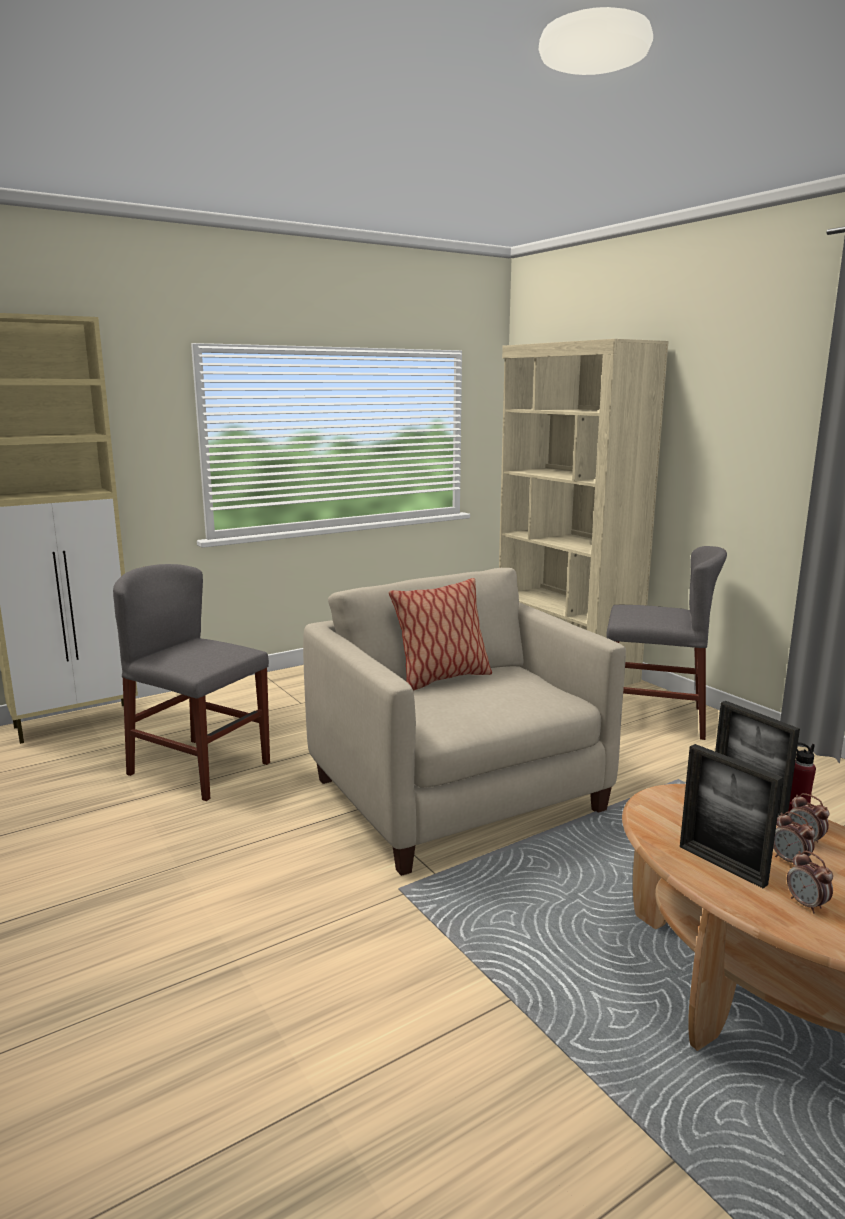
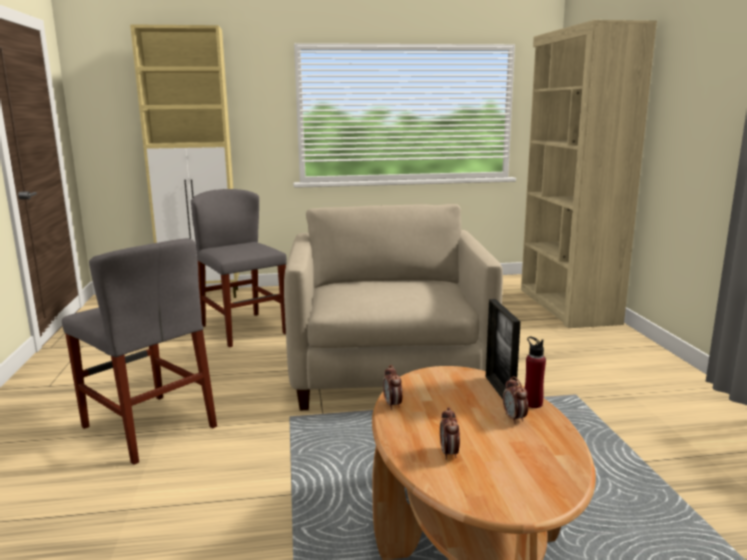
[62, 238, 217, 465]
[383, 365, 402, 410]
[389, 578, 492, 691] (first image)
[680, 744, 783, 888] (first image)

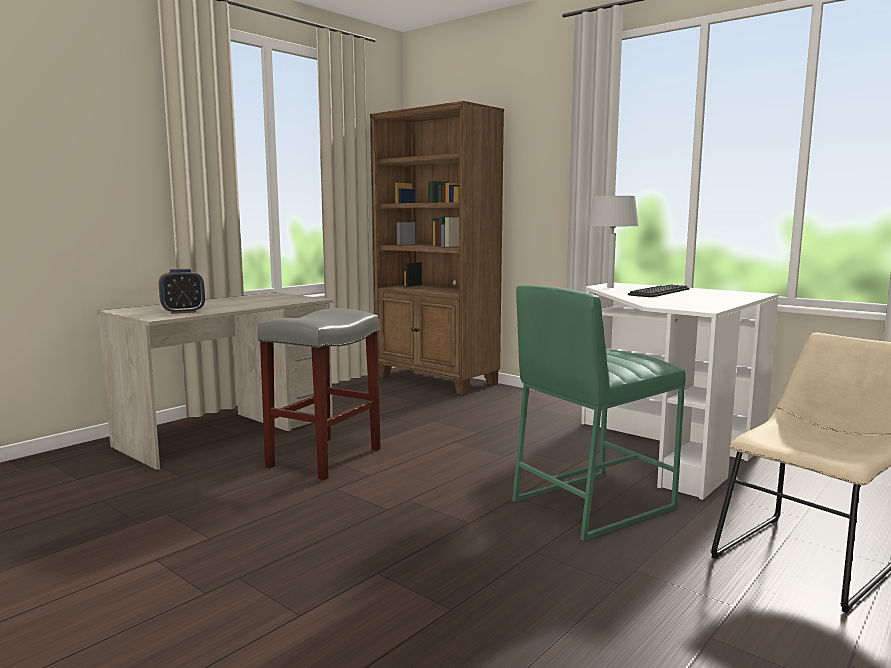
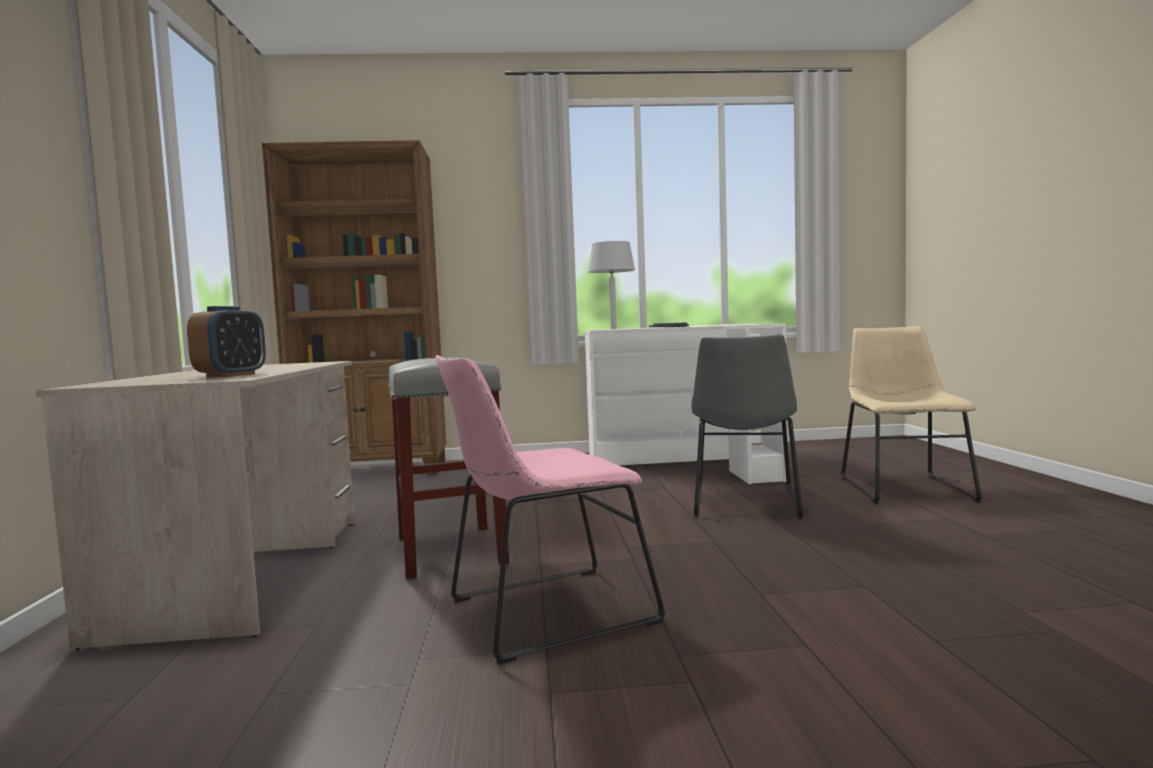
[436, 355, 666, 665]
[691, 335, 803, 519]

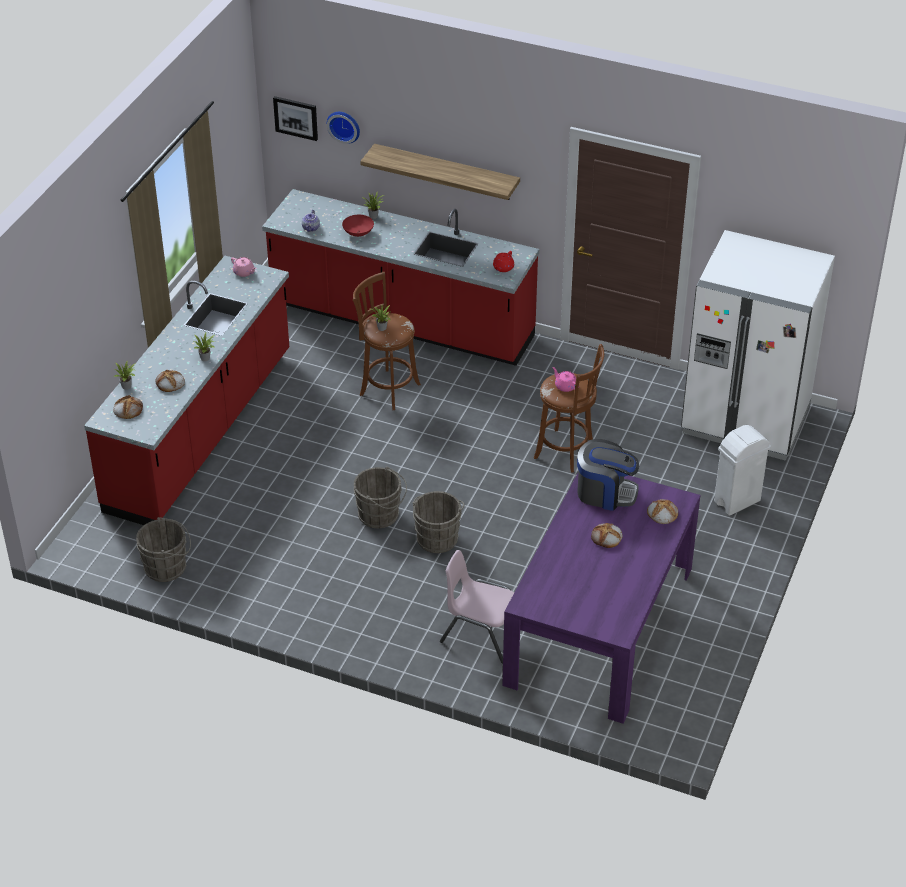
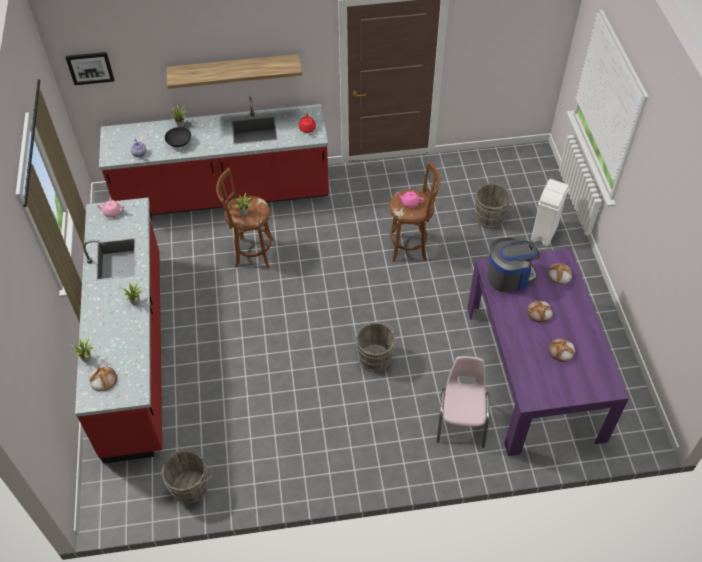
[165, 127, 191, 147]
[437, 356, 489, 448]
[475, 182, 514, 228]
[548, 339, 575, 362]
[327, 112, 360, 144] (first image)
[681, 230, 835, 461] (first image)

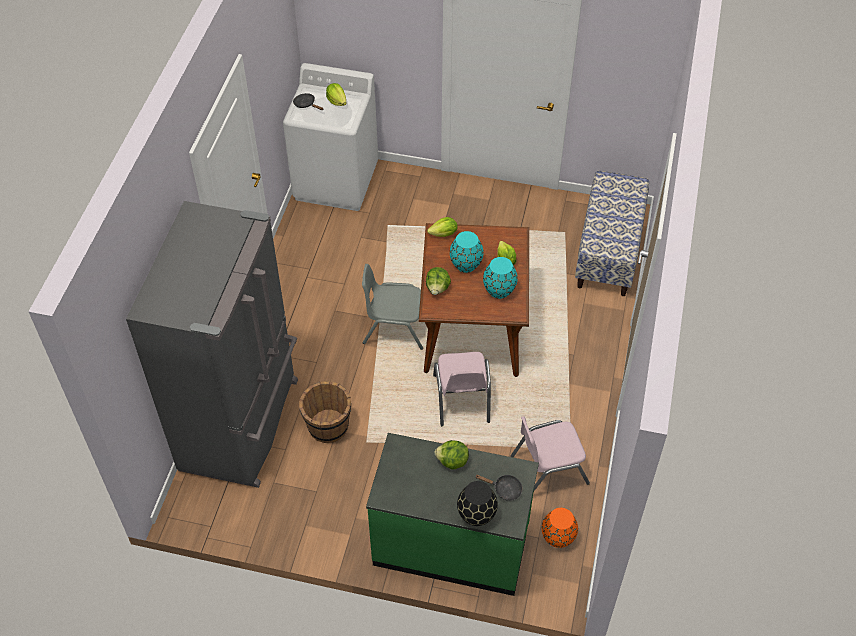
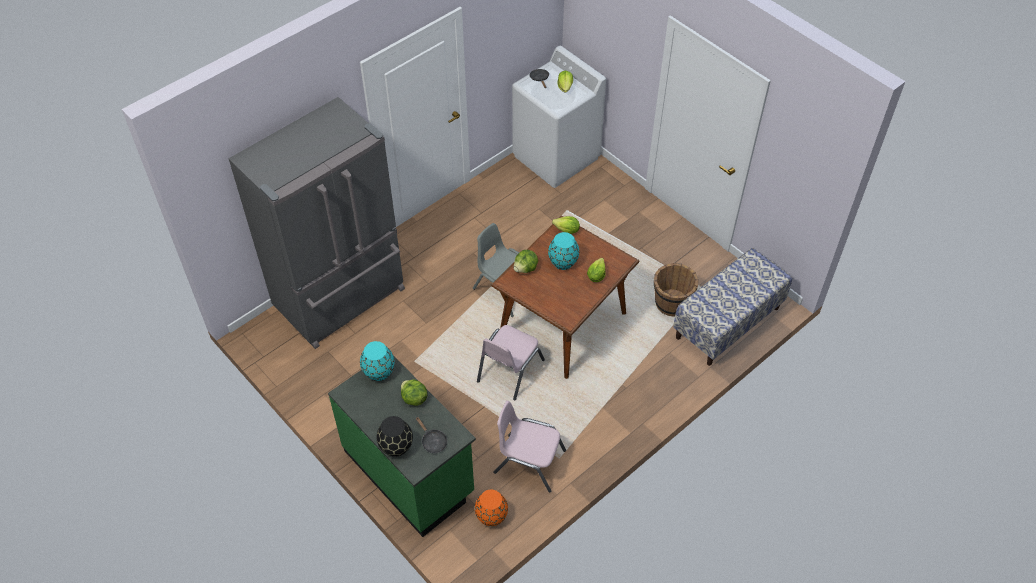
[360, 341, 394, 381]
[654, 263, 698, 317]

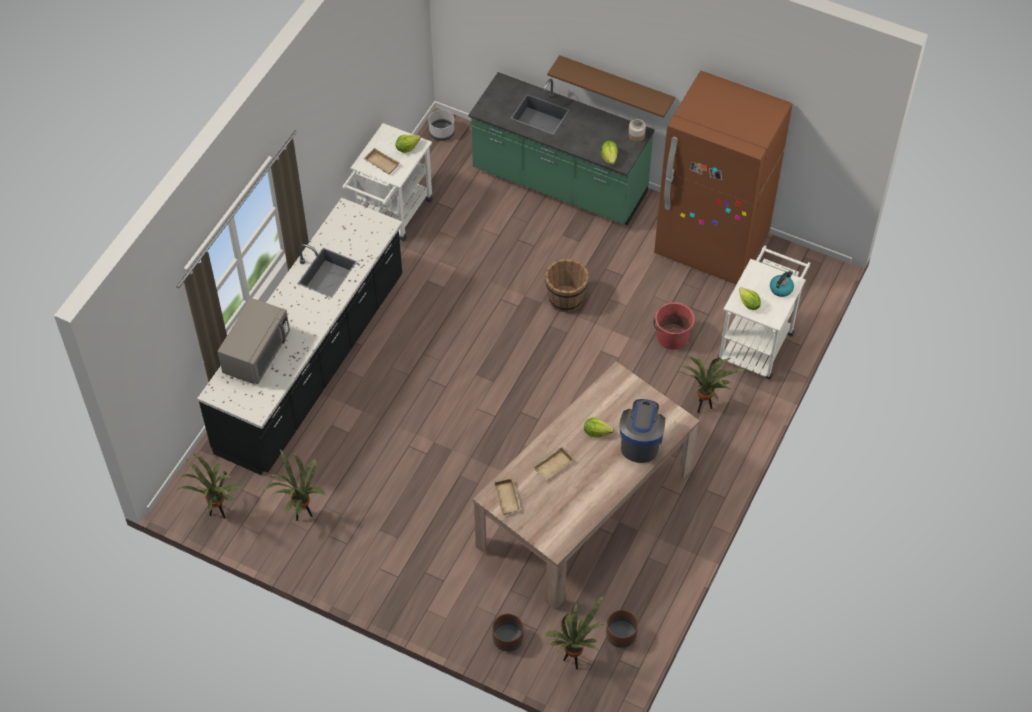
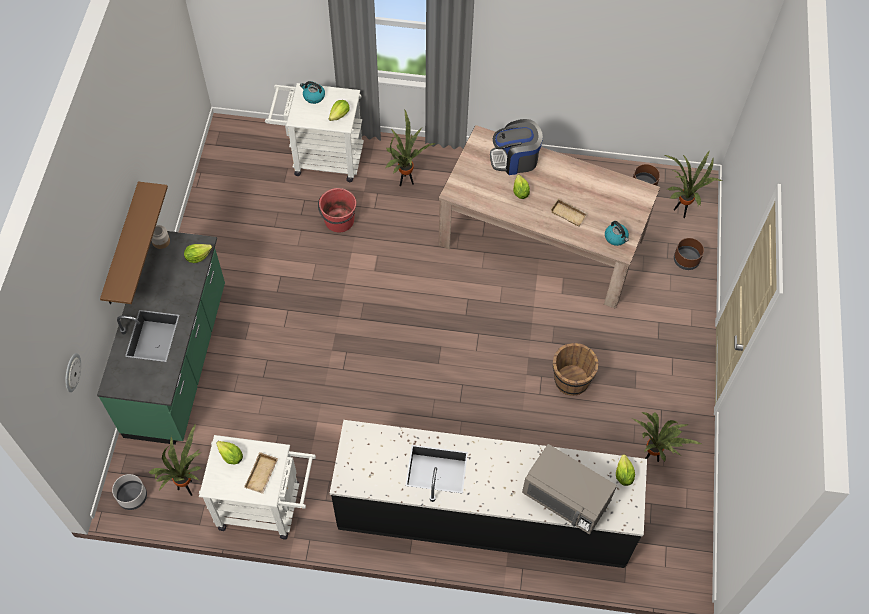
[65, 353, 81, 392]
[149, 423, 202, 496]
[522, 444, 617, 534]
[553, 343, 599, 396]
[605, 221, 629, 246]
[616, 455, 635, 486]
[654, 71, 792, 285] (first image)

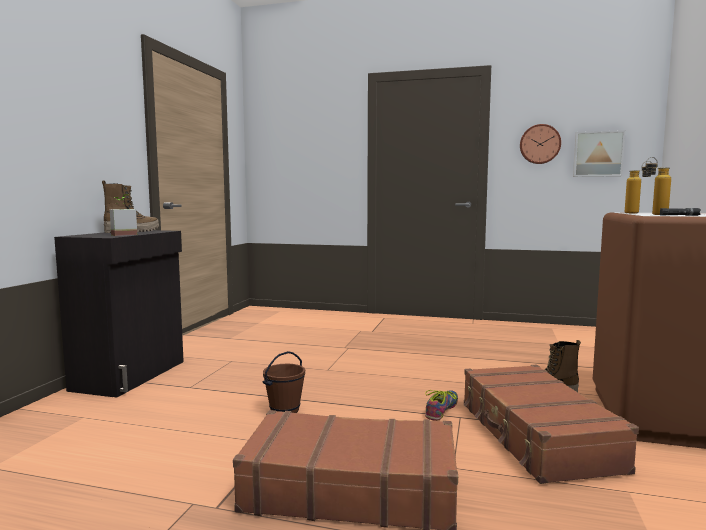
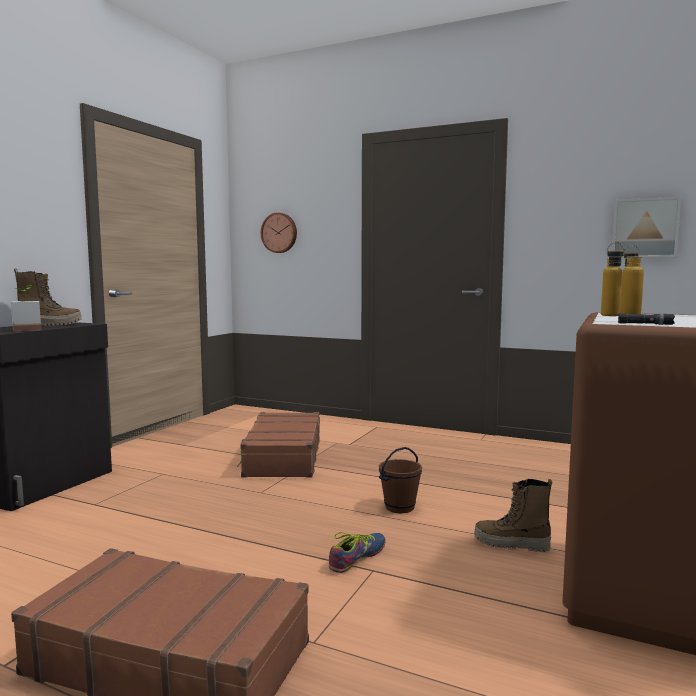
[237, 412, 320, 477]
[261, 212, 297, 253]
[379, 447, 422, 513]

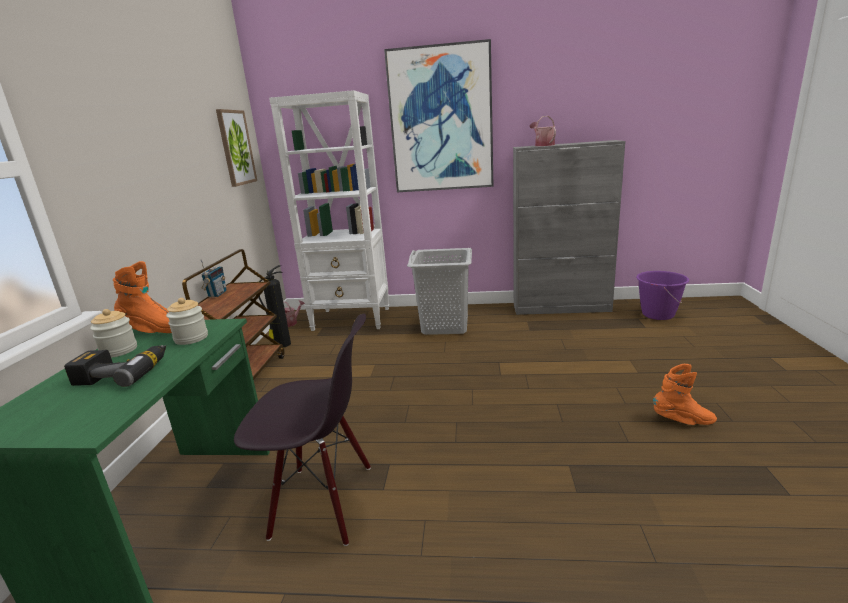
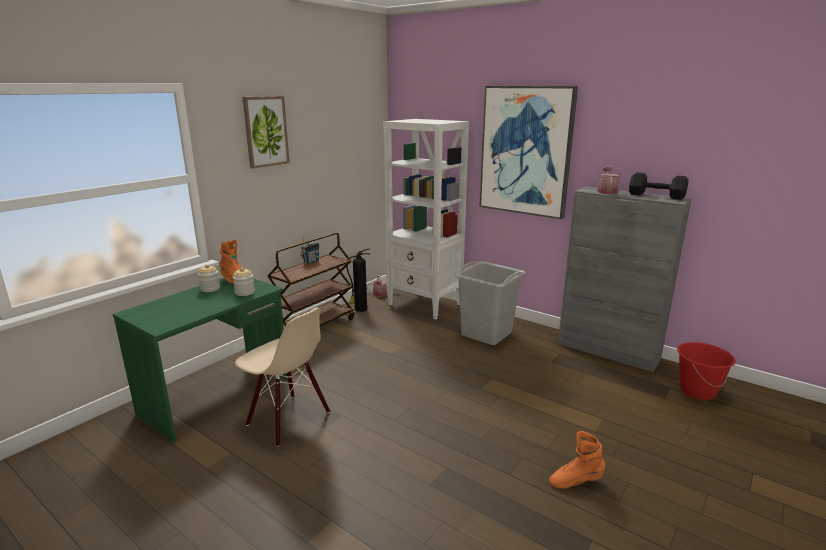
[235, 308, 330, 447]
[242, 96, 290, 169]
[549, 431, 606, 488]
[629, 172, 689, 200]
[677, 342, 736, 400]
[64, 345, 166, 387] (first image)

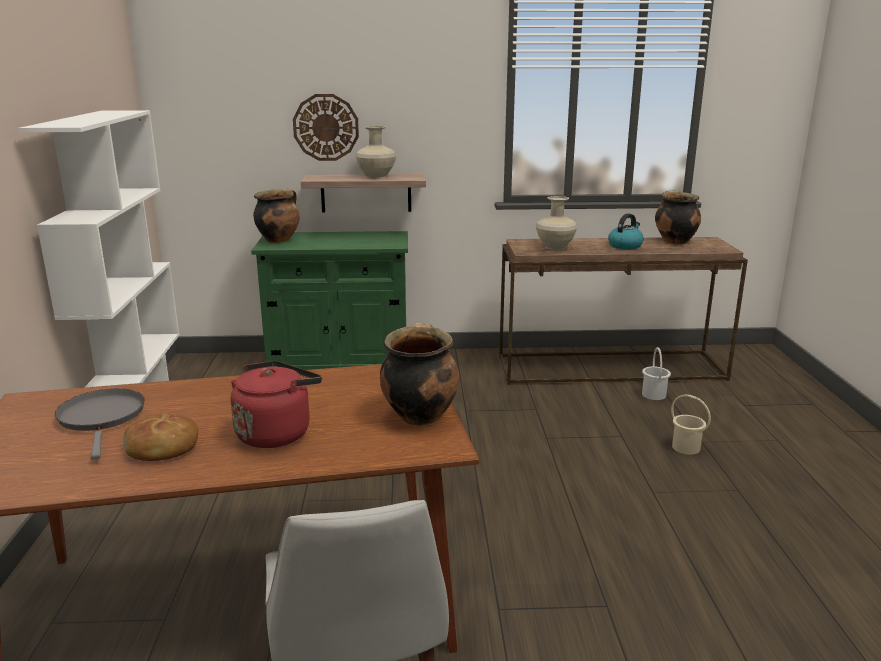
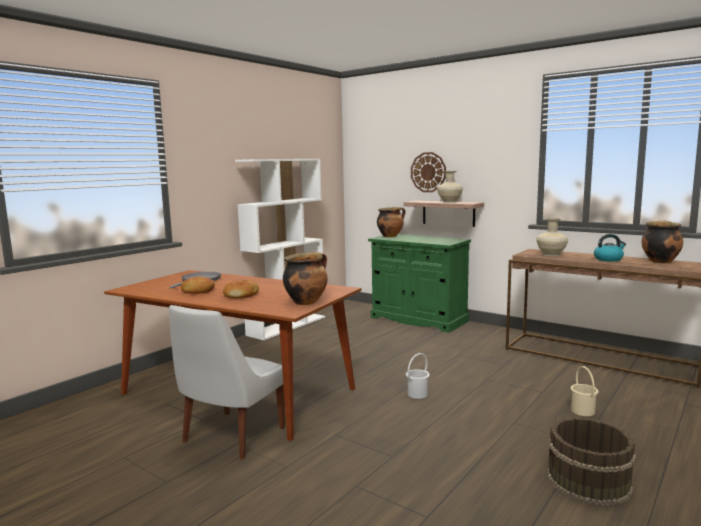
[223, 280, 259, 298]
[406, 353, 430, 399]
[547, 417, 636, 506]

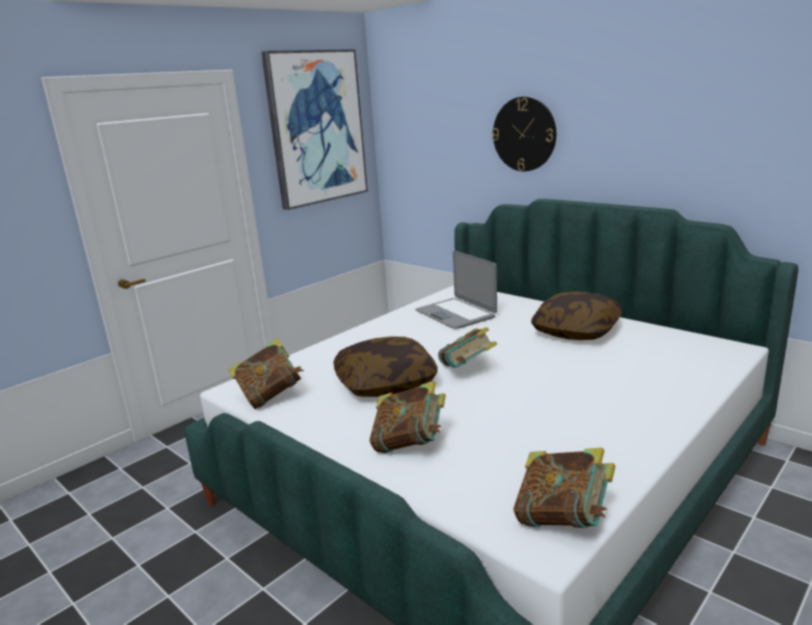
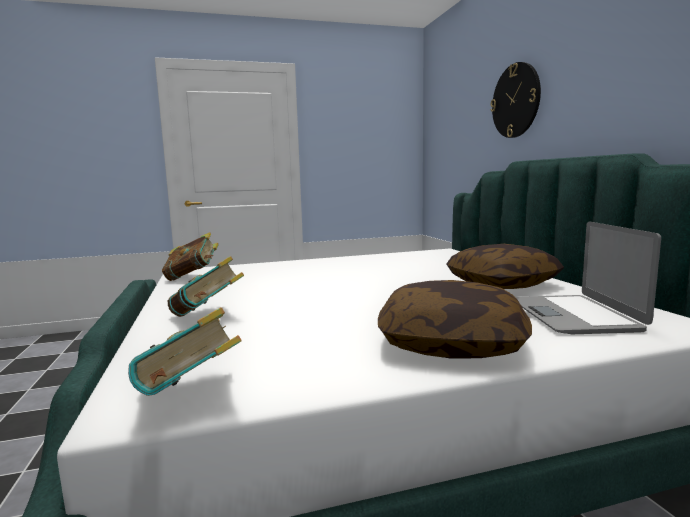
[378, 280, 532, 359]
[515, 222, 661, 334]
[261, 49, 368, 210] (first image)
[438, 327, 497, 368] (first image)

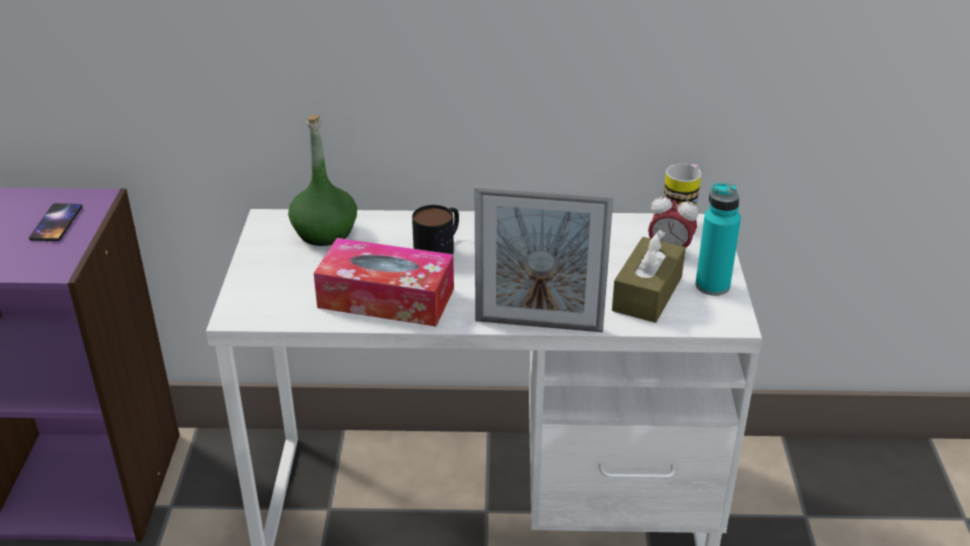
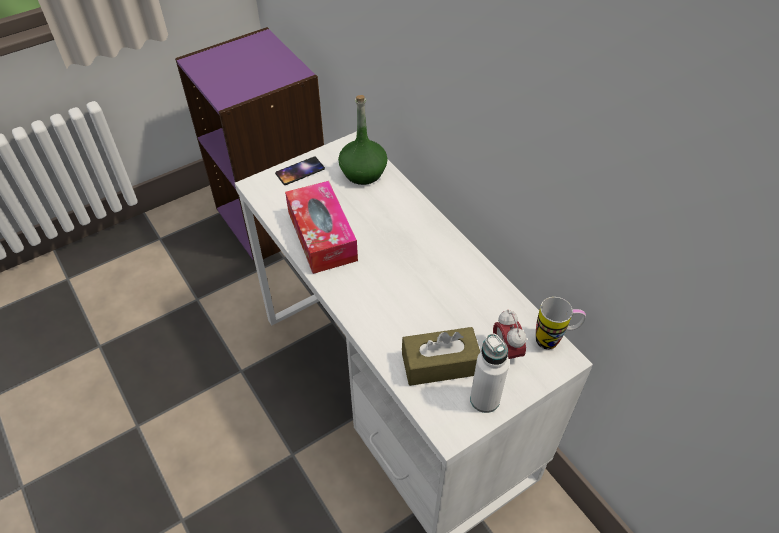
[275, 156, 325, 185]
[470, 333, 509, 413]
[412, 205, 459, 254] (first image)
[474, 184, 614, 332] (first image)

